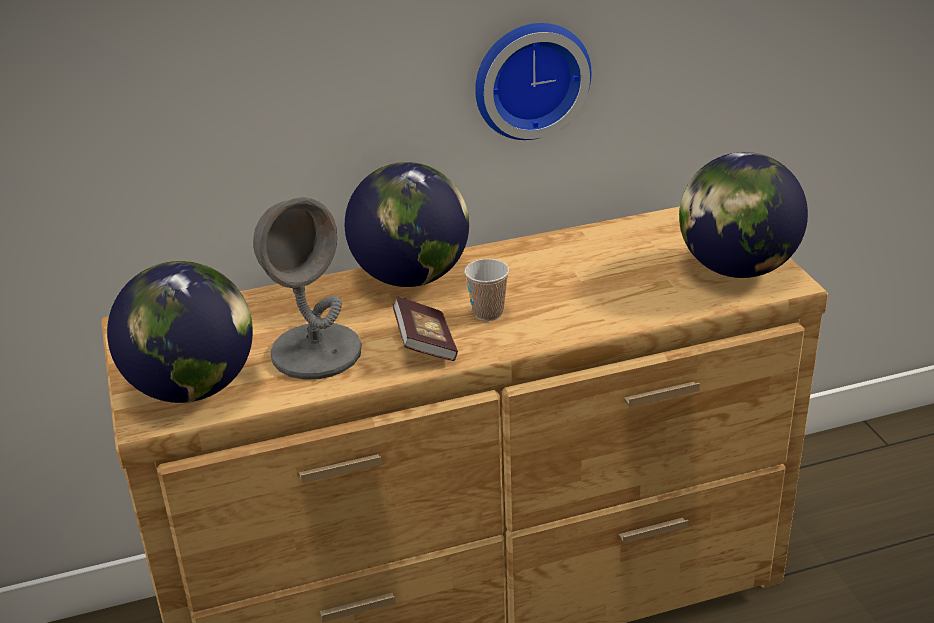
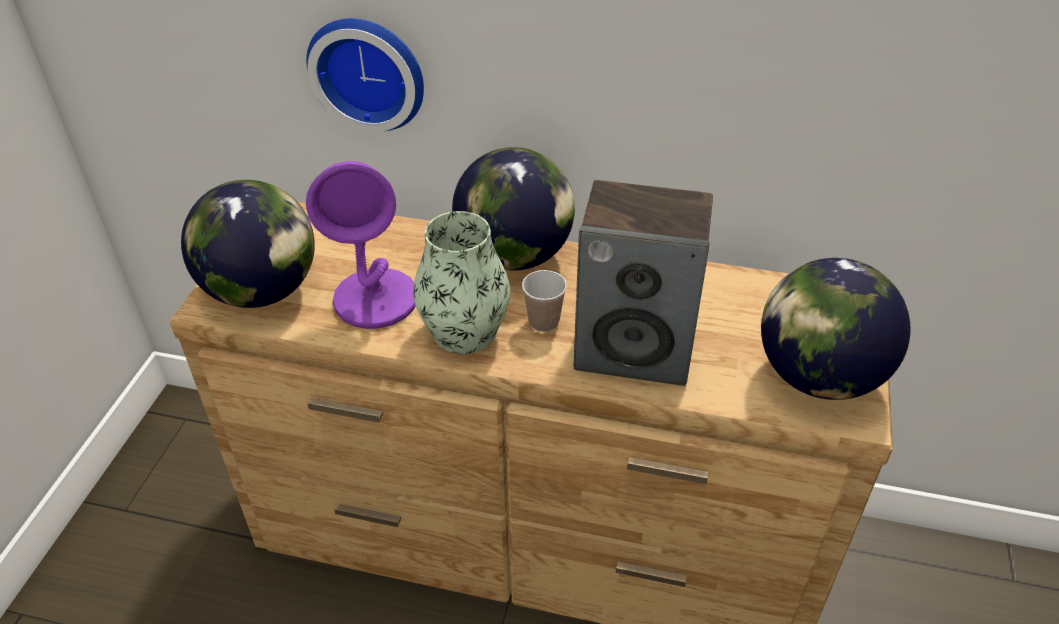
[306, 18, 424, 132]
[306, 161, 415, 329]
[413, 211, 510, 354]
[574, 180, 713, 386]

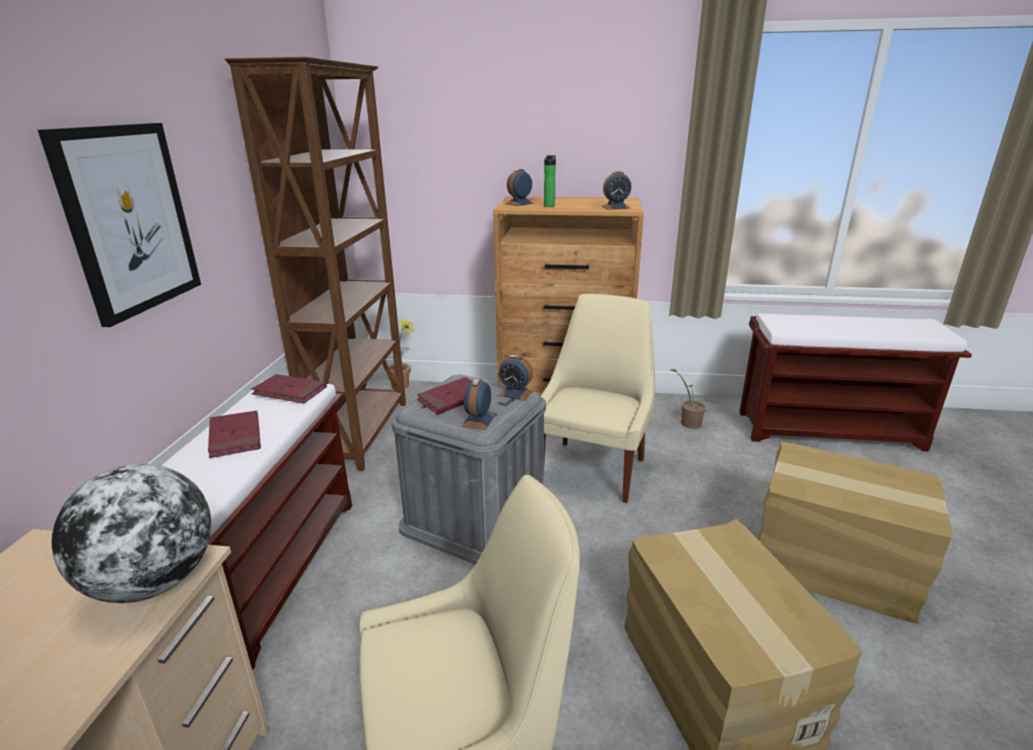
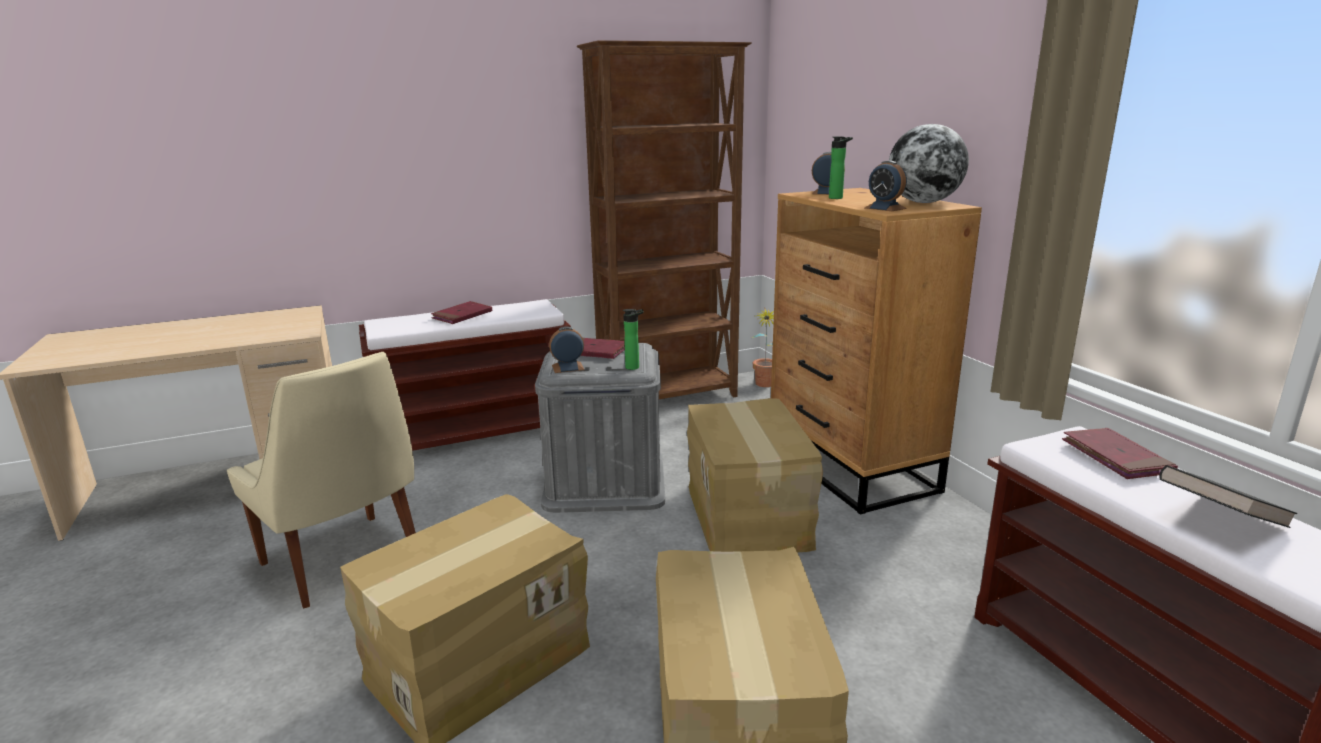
[623, 309, 644, 370]
[687, 398, 823, 552]
[889, 124, 969, 203]
[1062, 428, 1178, 479]
[1159, 465, 1297, 528]
[38, 123, 201, 327] (first image)
[670, 369, 713, 429] (first image)

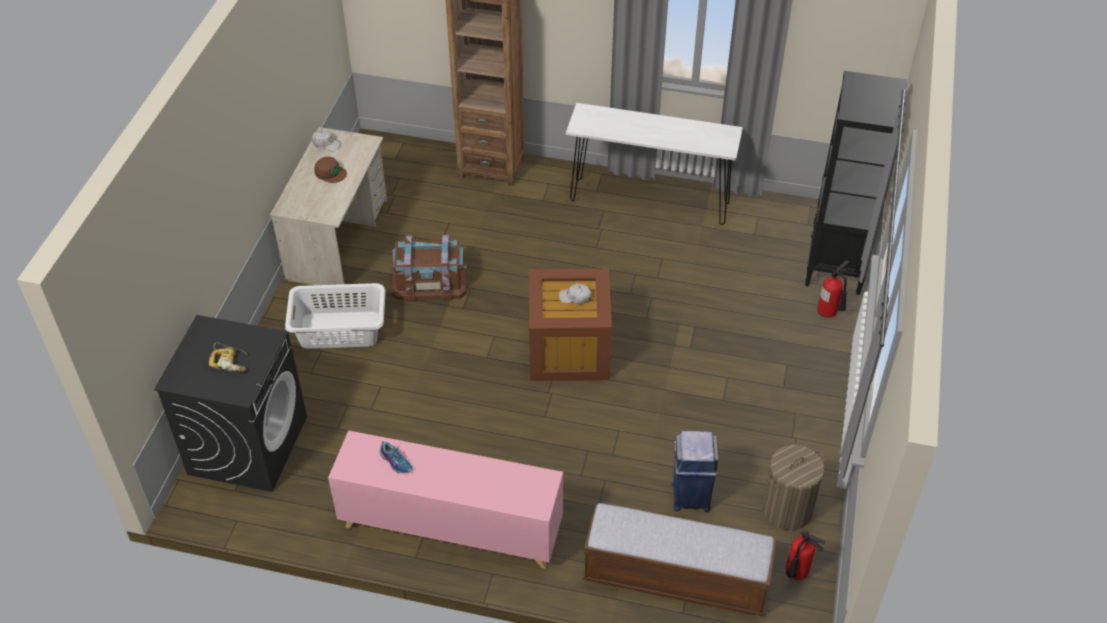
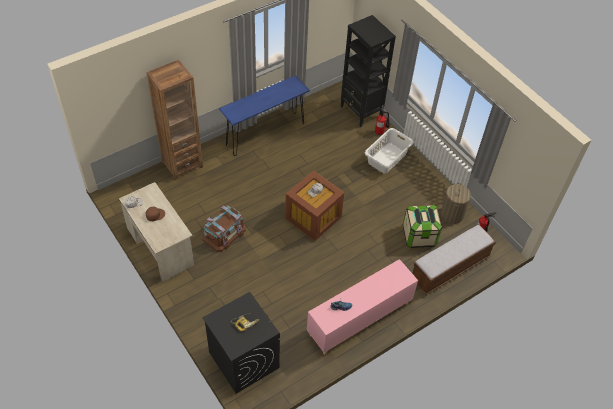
[219, 75, 310, 156]
[365, 128, 413, 174]
[403, 205, 442, 248]

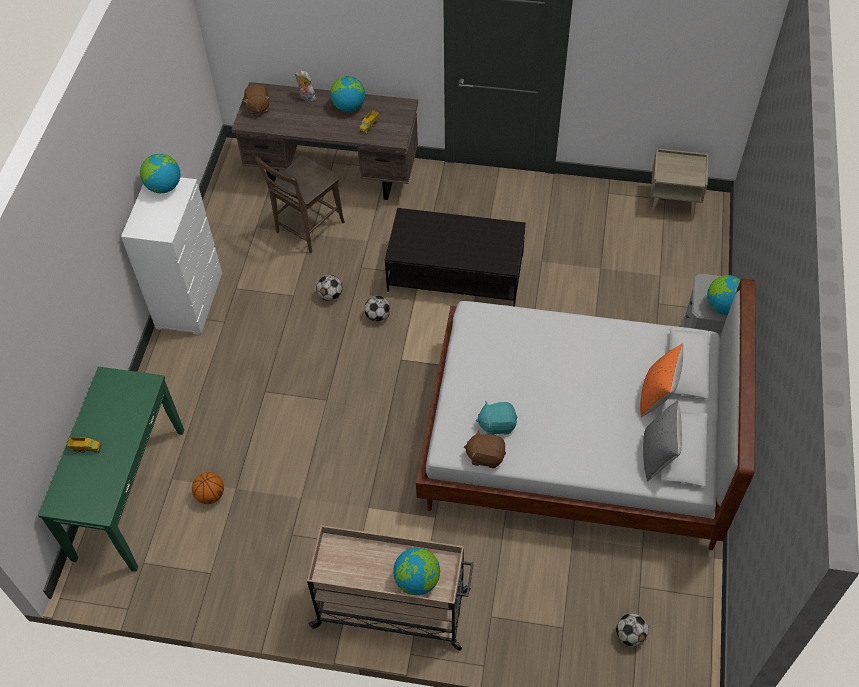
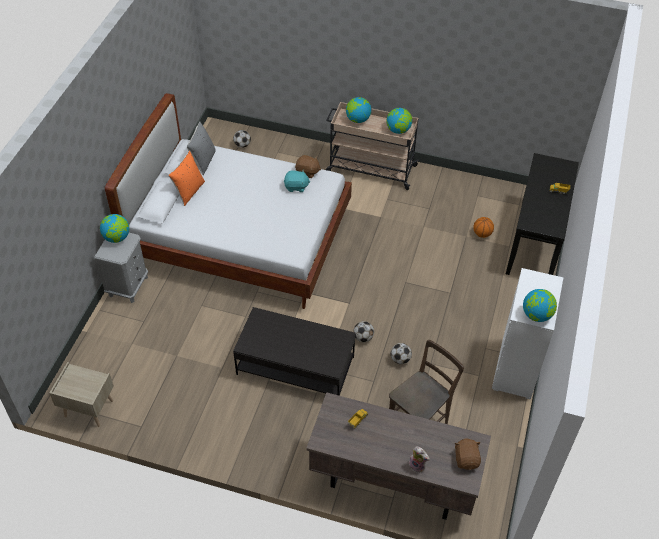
[386, 108, 412, 134]
[506, 153, 579, 275]

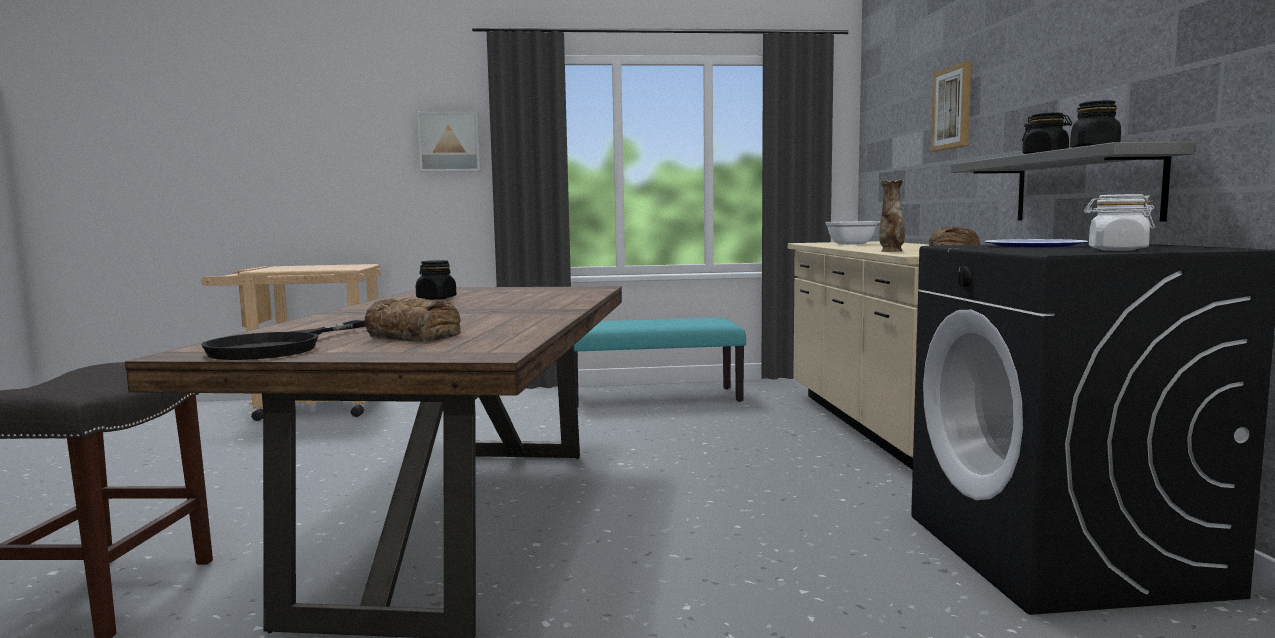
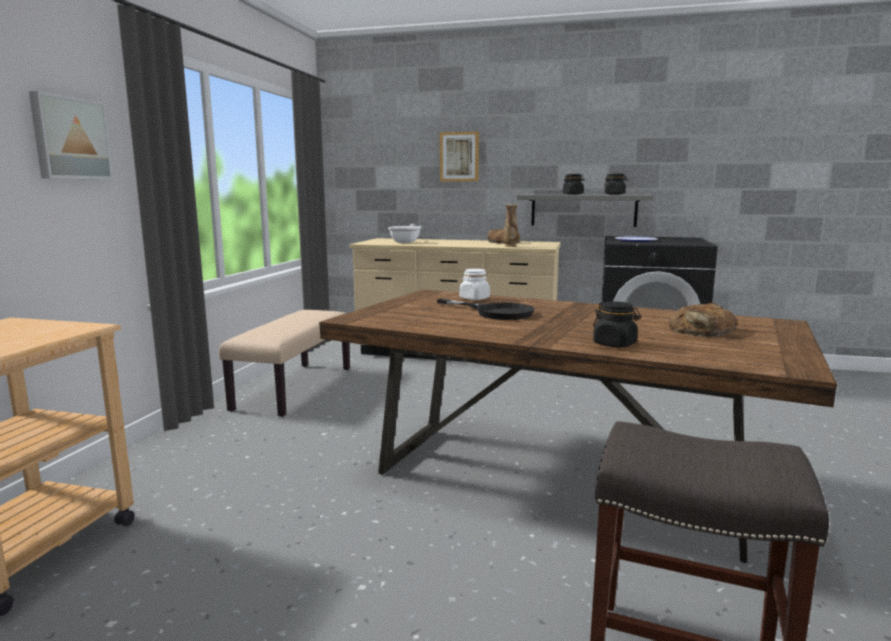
[219, 310, 350, 417]
[437, 299, 535, 320]
[459, 269, 490, 300]
[593, 301, 641, 347]

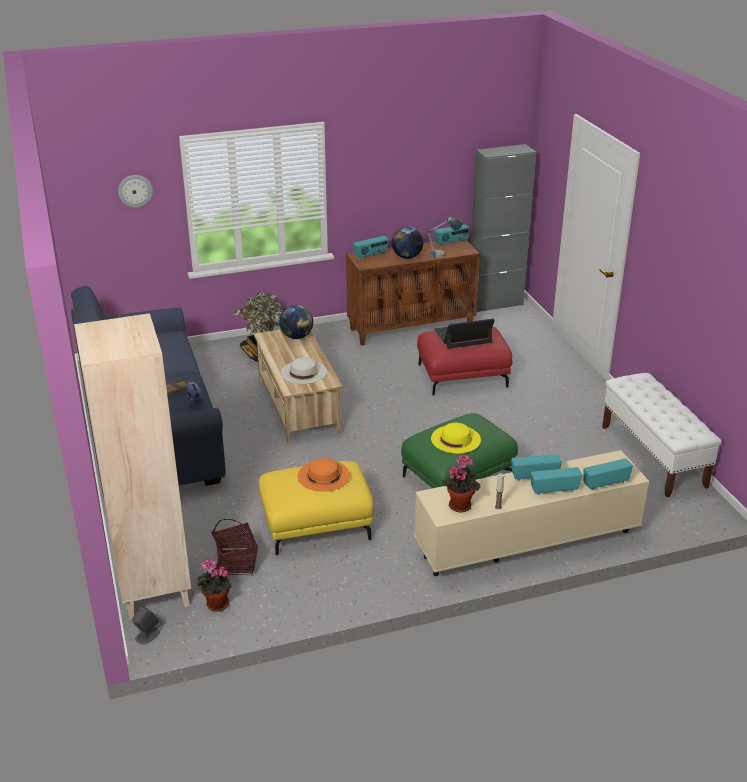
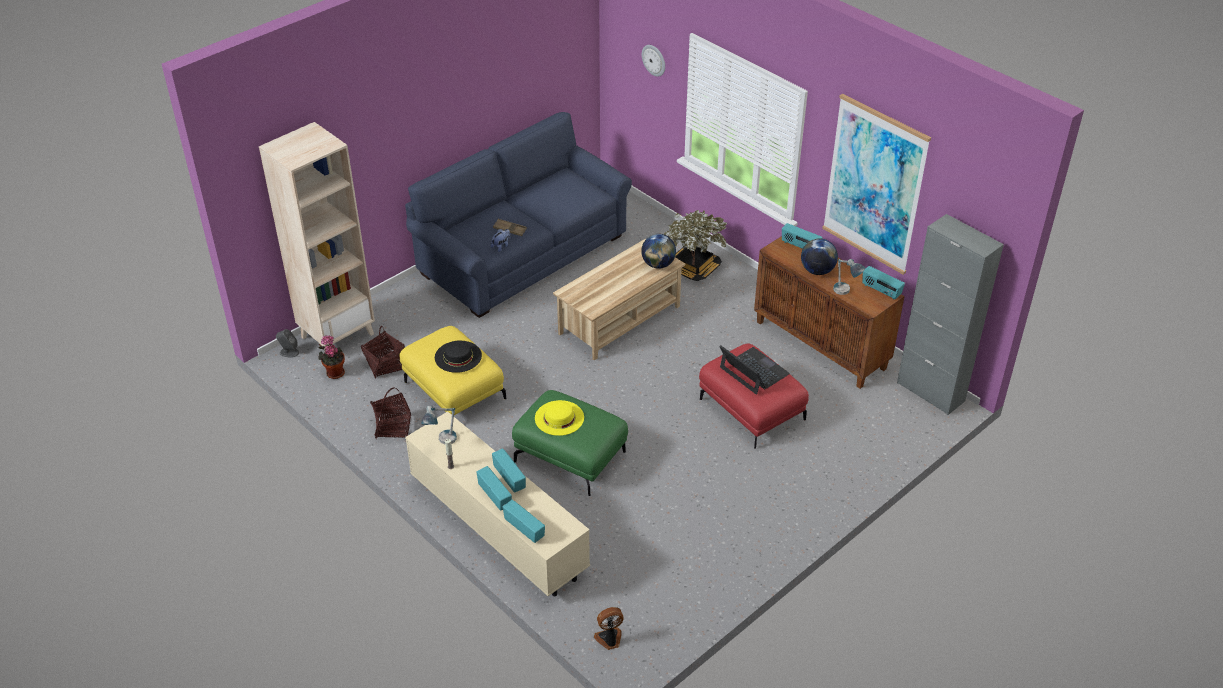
[370, 387, 411, 439]
[422, 406, 457, 444]
[435, 341, 482, 373]
[594, 607, 624, 650]
[822, 94, 931, 275]
[281, 357, 327, 384] (first image)
[602, 373, 722, 497] (first image)

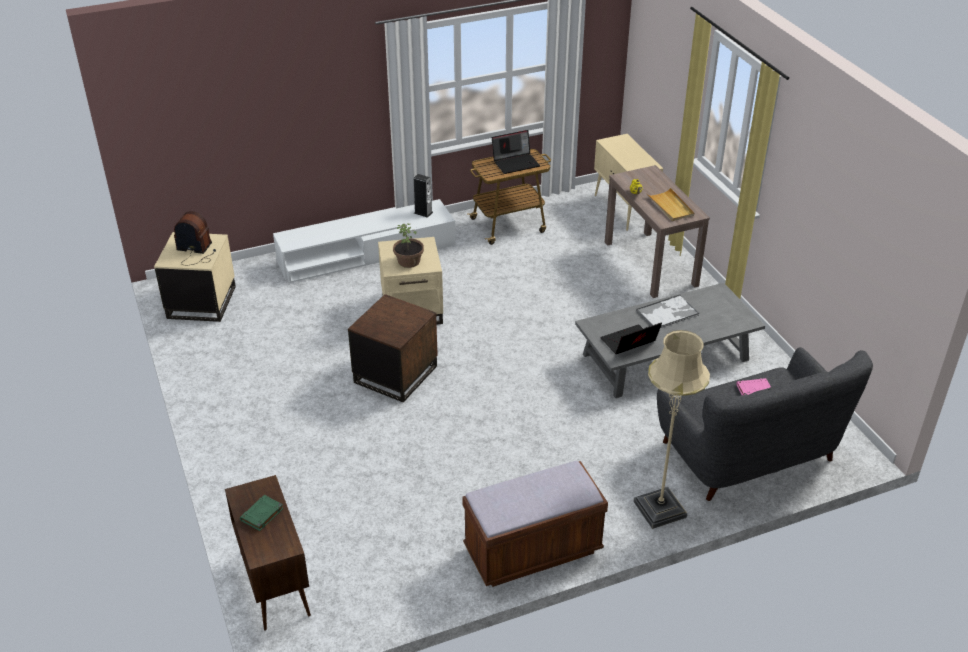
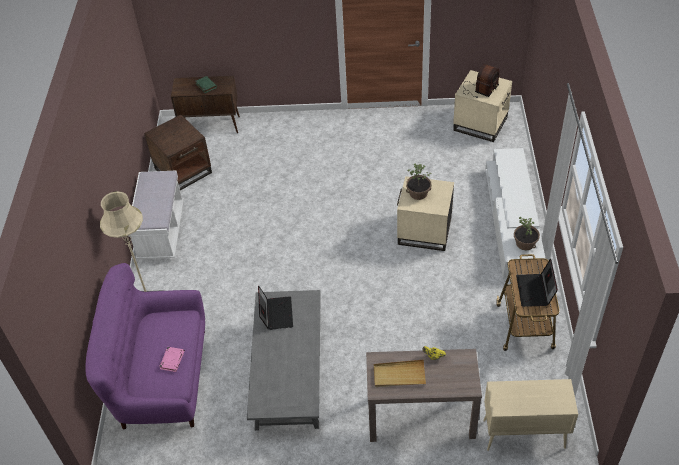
[85, 263, 205, 429]
[128, 171, 184, 259]
[144, 114, 212, 190]
[514, 217, 540, 250]
[636, 295, 700, 328] (first image)

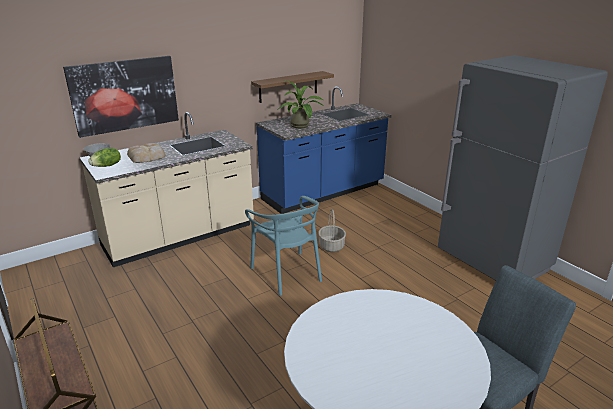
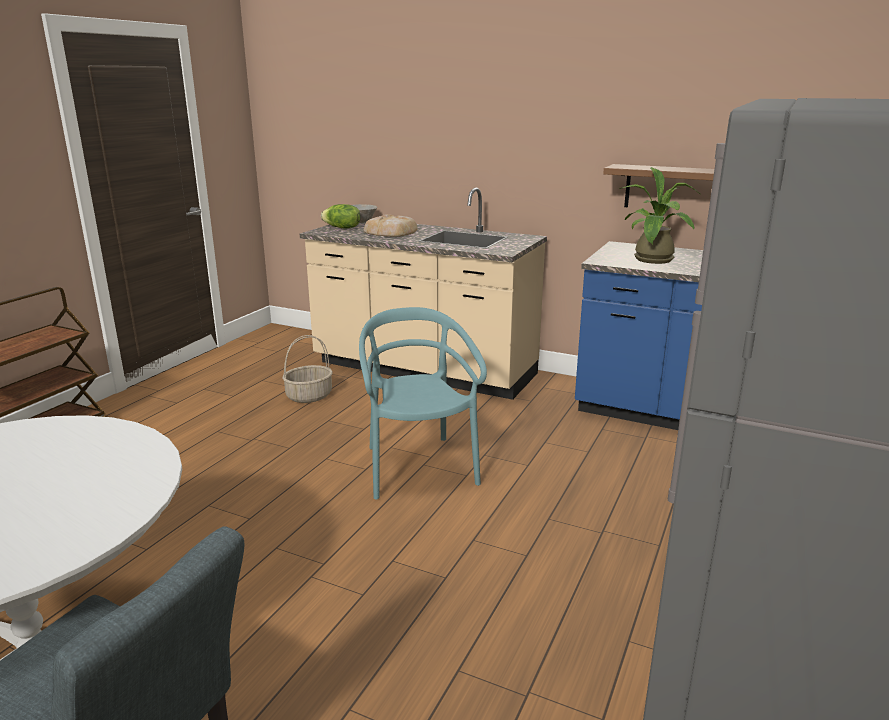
[282, 335, 333, 403]
[359, 307, 487, 500]
[63, 56, 179, 138] (first image)

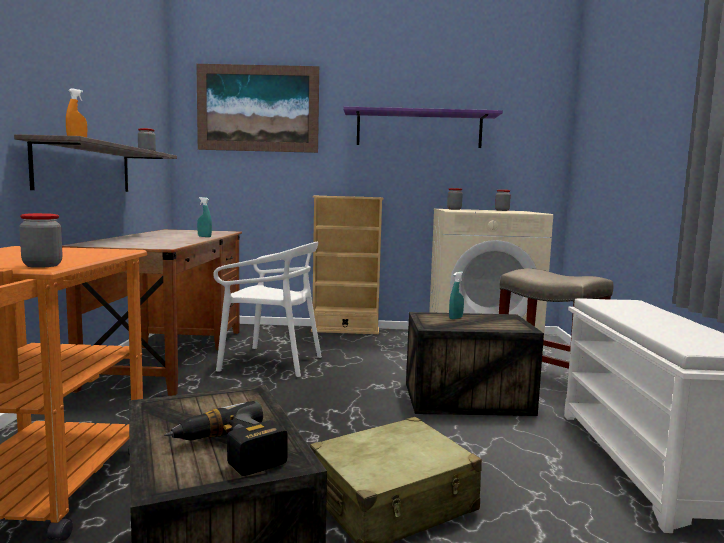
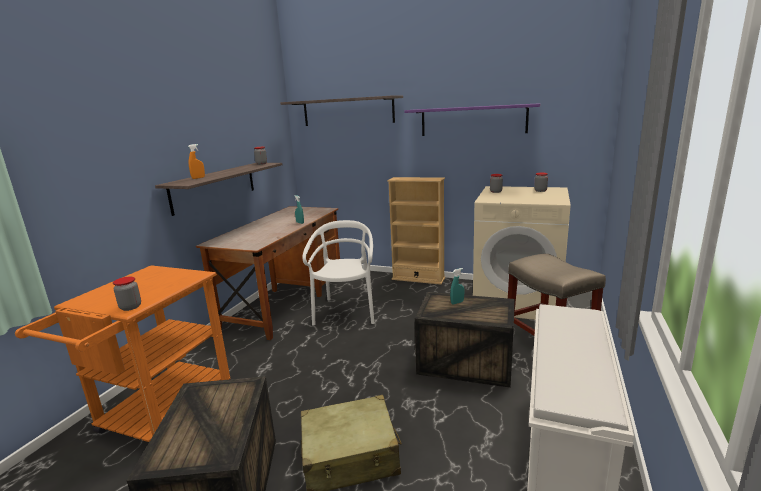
[280, 95, 403, 126]
[303, 220, 374, 326]
[164, 401, 288, 476] (first image)

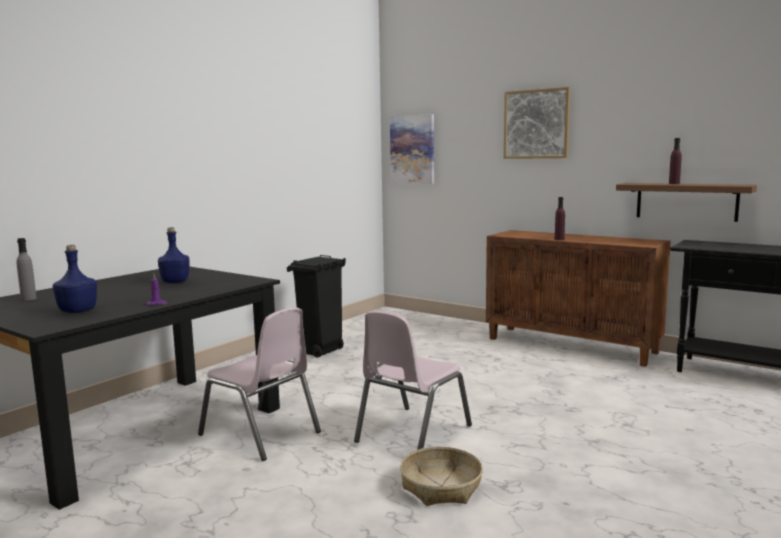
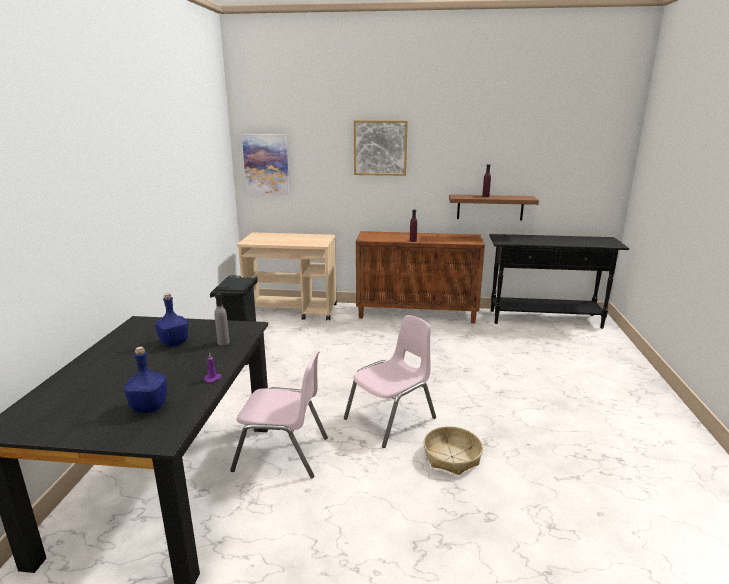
[214, 293, 230, 345]
[237, 233, 337, 321]
[344, 315, 436, 448]

